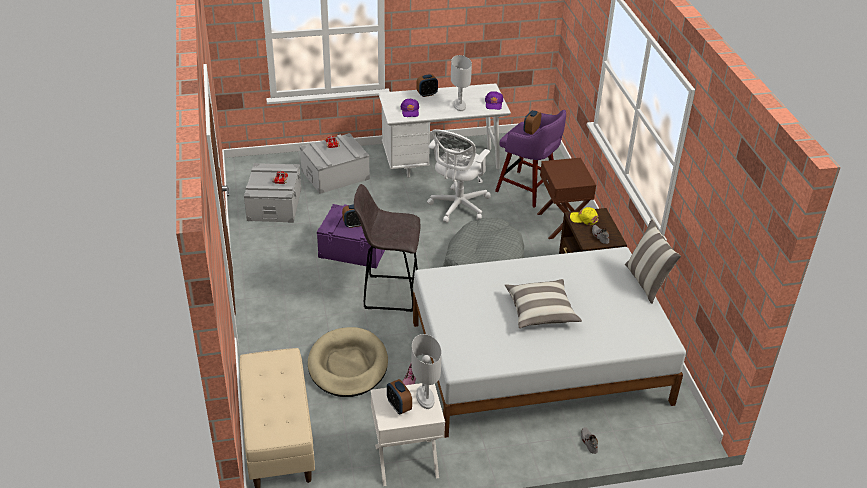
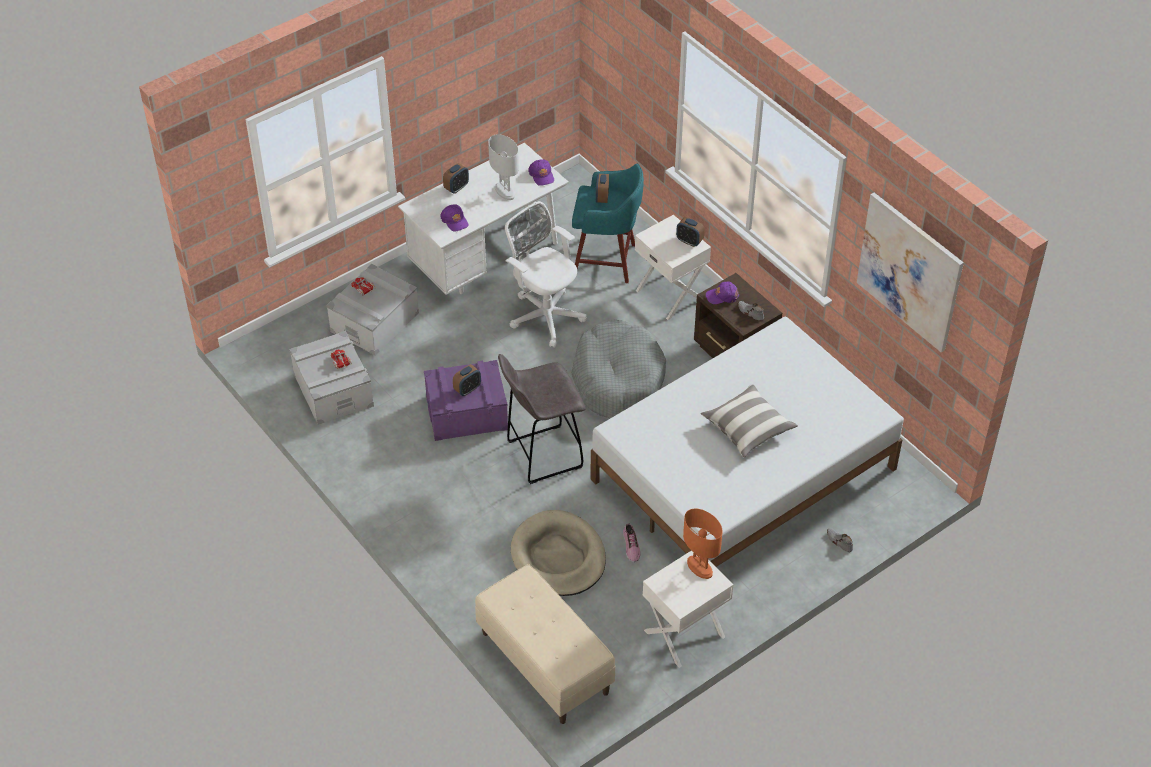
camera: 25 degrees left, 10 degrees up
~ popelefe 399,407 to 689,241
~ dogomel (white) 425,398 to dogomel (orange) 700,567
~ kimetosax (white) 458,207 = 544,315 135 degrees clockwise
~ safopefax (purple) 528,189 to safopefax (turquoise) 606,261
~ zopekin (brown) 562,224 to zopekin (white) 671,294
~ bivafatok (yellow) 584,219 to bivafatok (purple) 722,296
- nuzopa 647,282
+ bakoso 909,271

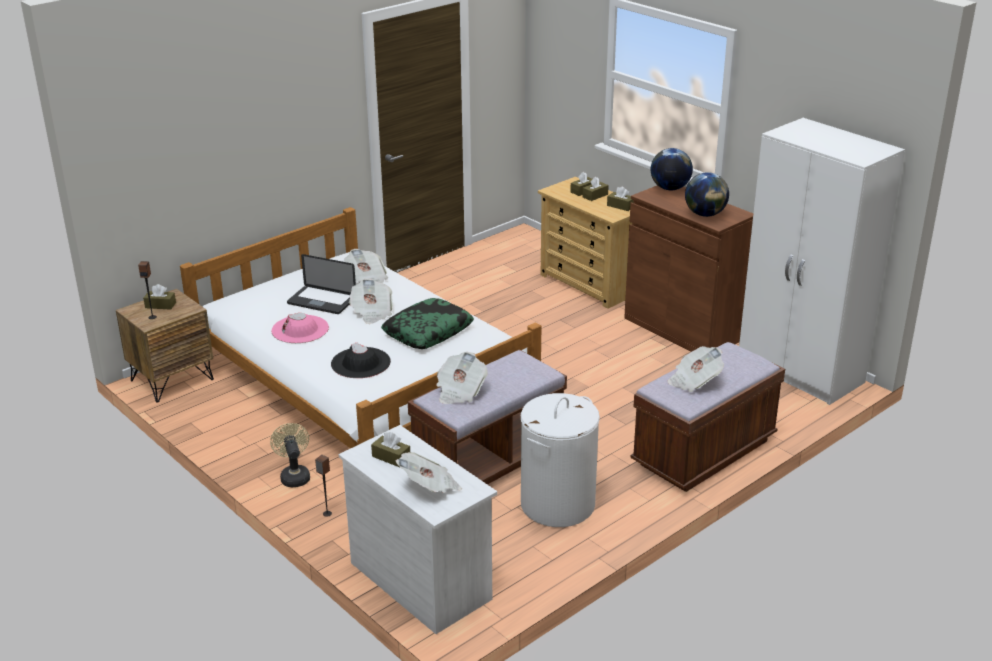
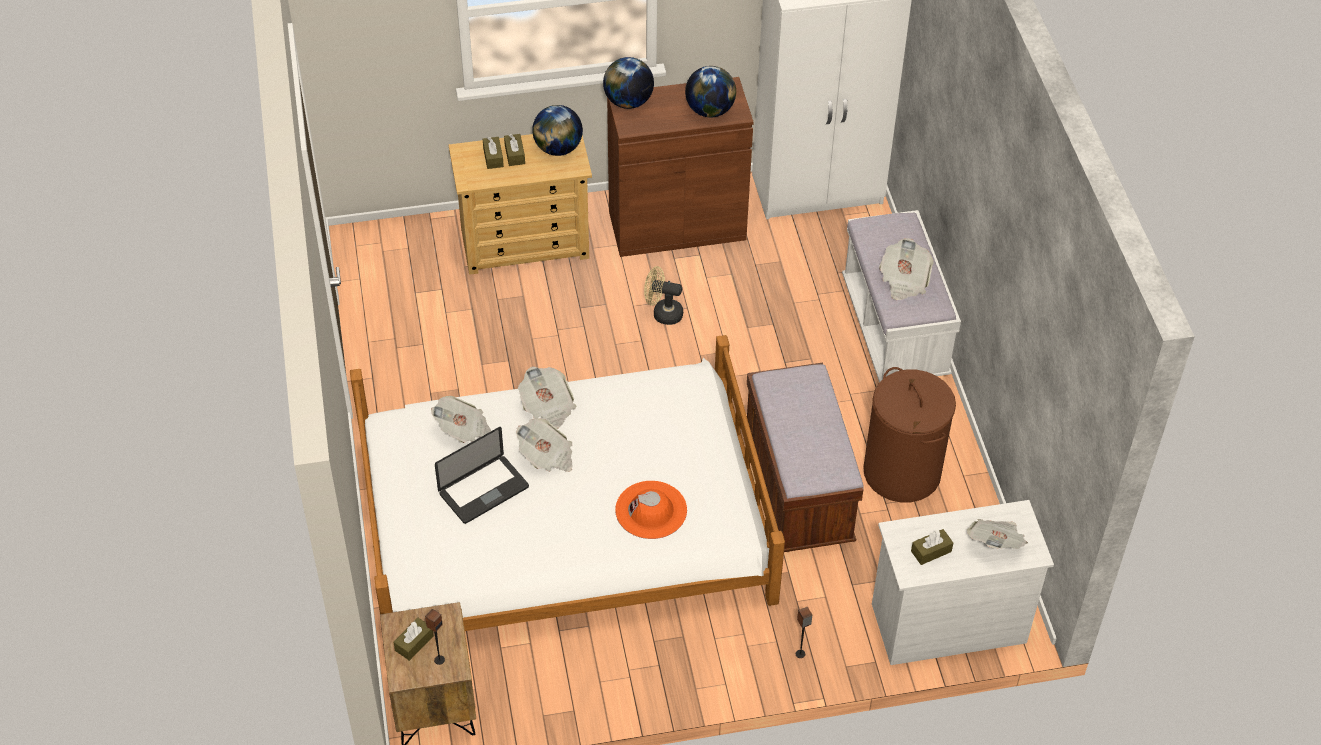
camera: 60 degrees left, 20 degrees up
~ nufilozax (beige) 294,476 to 662,313
- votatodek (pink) 300,329
~ votatodek (black) 360,363 to votatodek (orange) 651,510
- nuzopa 428,331
~ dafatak 459,391 to 547,407
~ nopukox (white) 558,505 to nopukox (brown) 902,472
~ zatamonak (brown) 620,206 to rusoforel 558,148
~ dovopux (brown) 704,452 to dovopux (white) 894,329

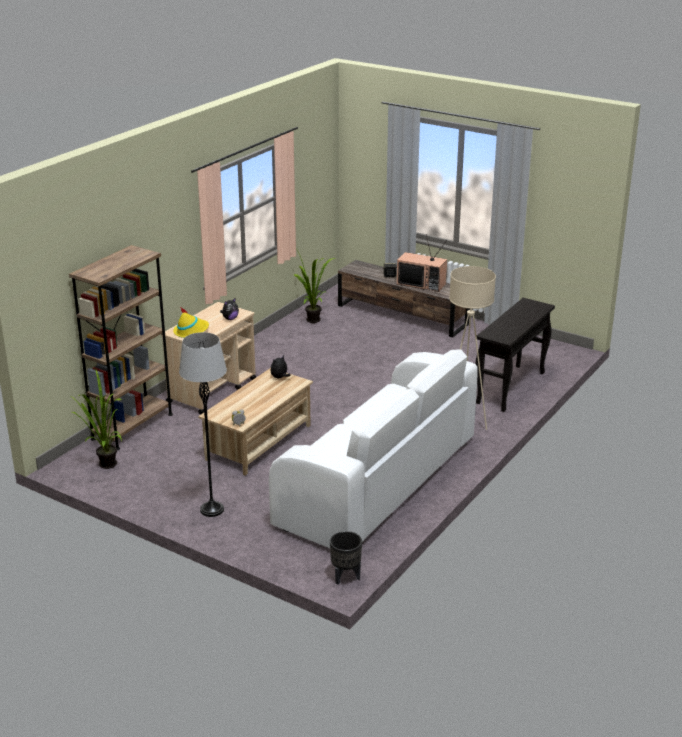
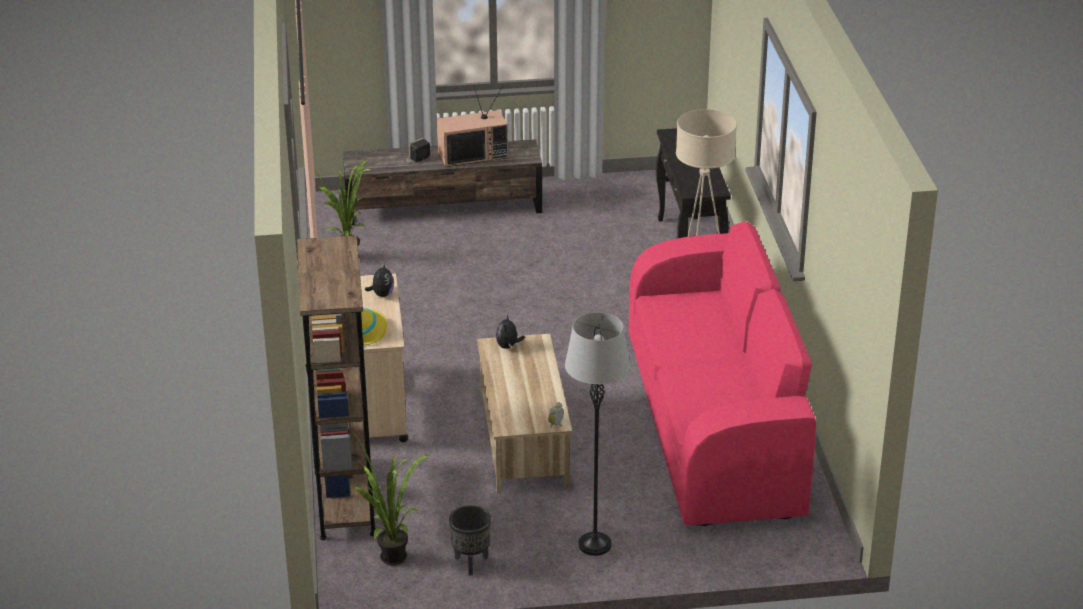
camera: 40 degrees left, 5 degrees up
~ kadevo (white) 378,482 to kadevo (pink) 714,423
~ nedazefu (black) 346,577 to 471,563

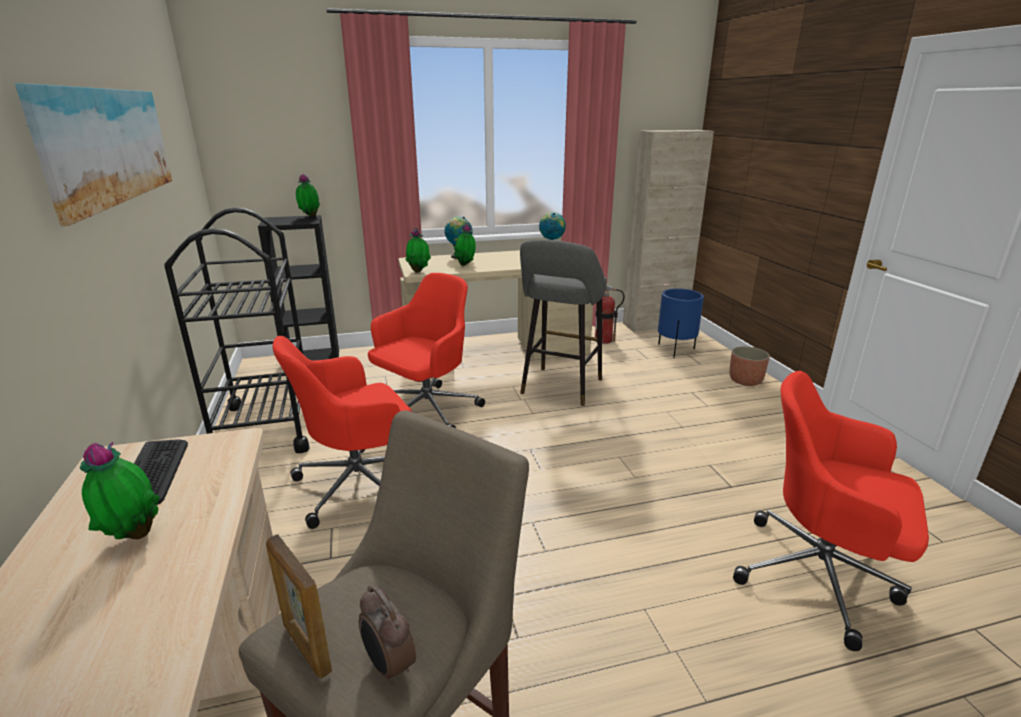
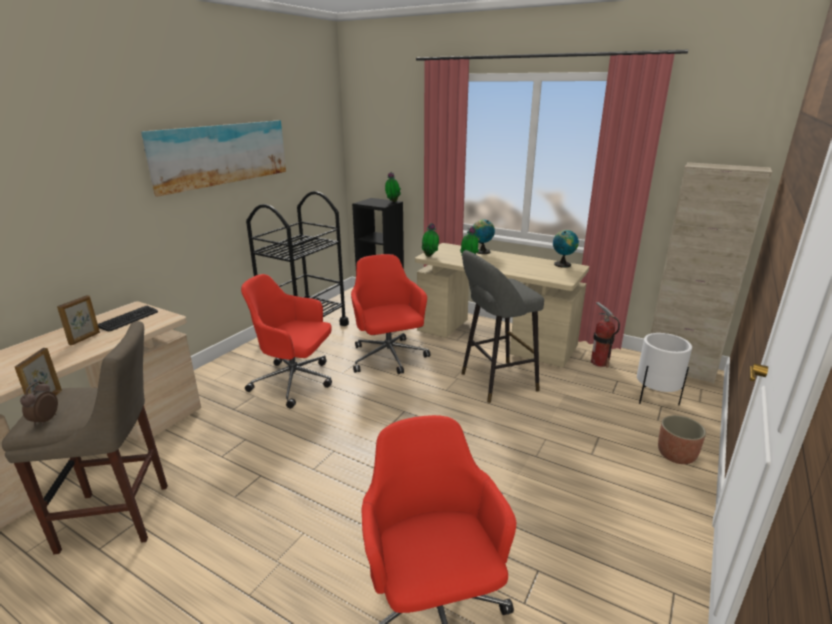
camera: 45 degrees right, 0 degrees up
~ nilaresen 133,536 to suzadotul 85,338
~ kimetosax (red) 426,411 = 388,358 105 degrees counterclockwise
~ nedazefu (blue) 675,350 to nedazefu (white) 655,398

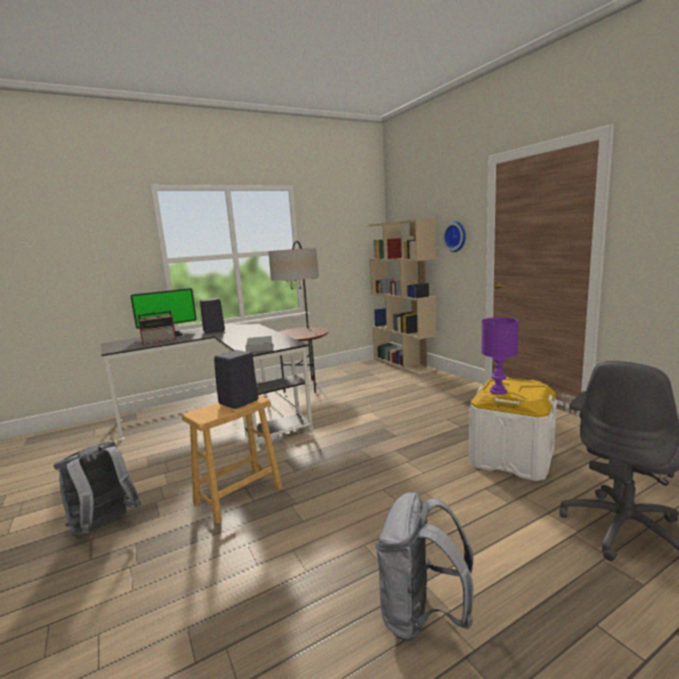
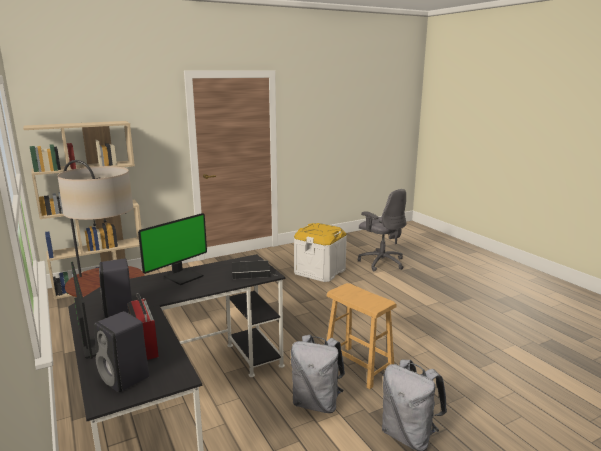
camera: 90 degrees left, 5 degrees up
~ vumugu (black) 238,402 to 126,378
~ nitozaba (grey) 422,616 to 316,403
- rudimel 456,236
- dogomel (purple) 498,392
+ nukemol 183,276

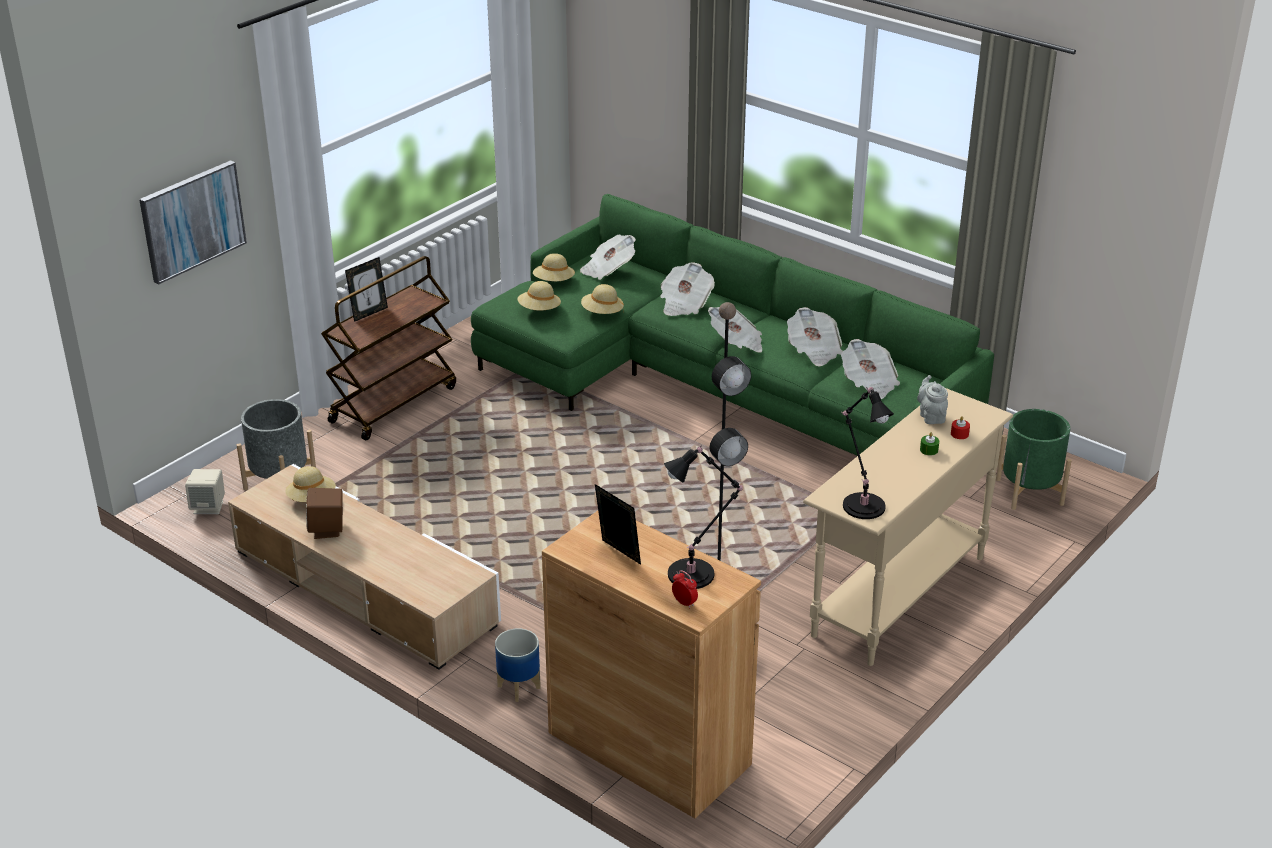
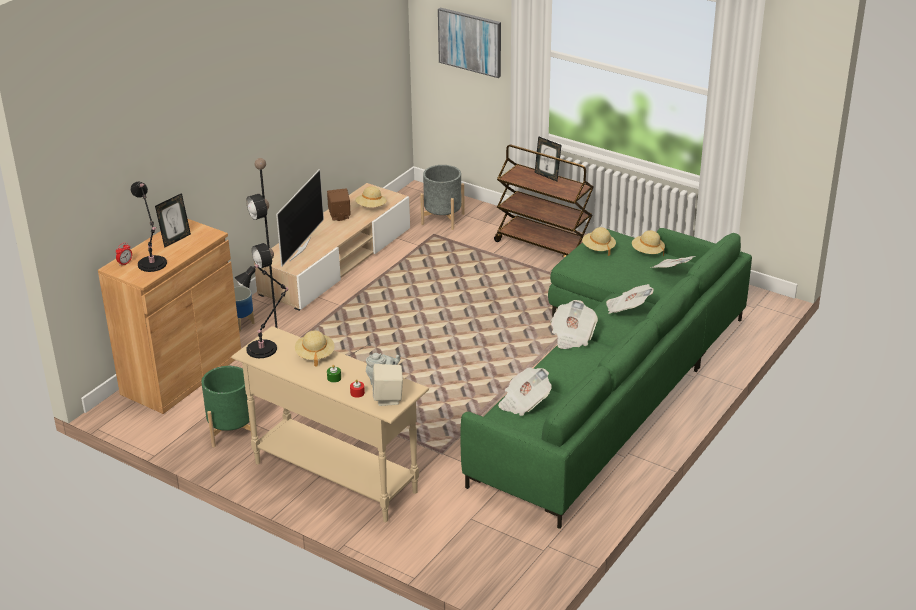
camera: 85 degrees right, 0 degrees up
~ vumugu (beige) 209,507 to 388,398
~ votatodek (beige) 602,313 to 315,355
- dafatak 814,351
~ nedazefu (green) 1029,492 to 231,431
+ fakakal 299,249

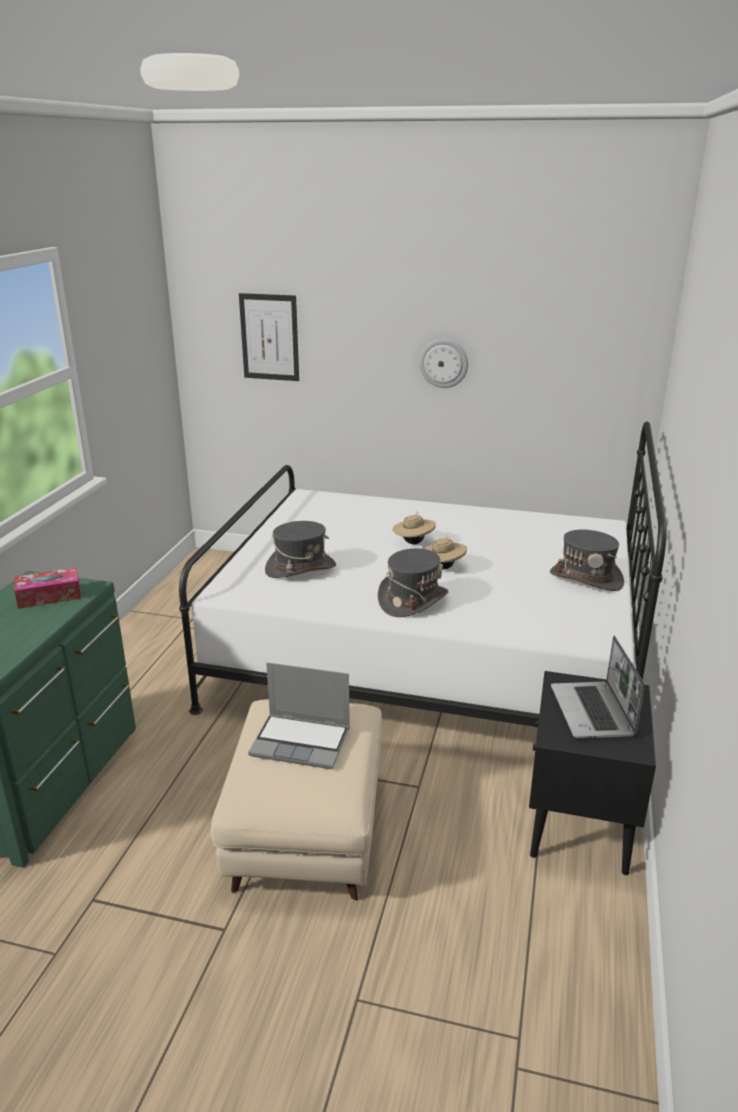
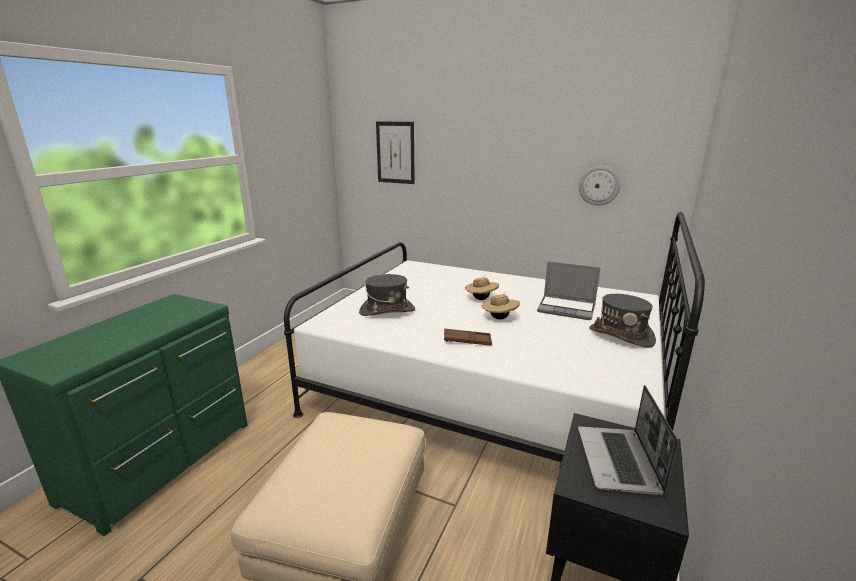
camera: 10 degrees right, 5 degrees down
- zatamonak 49,596
~ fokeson 302,742 to 567,309
~ votatodek (grey) 412,600 to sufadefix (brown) 467,340
~ rudimel 444,363 to 599,185

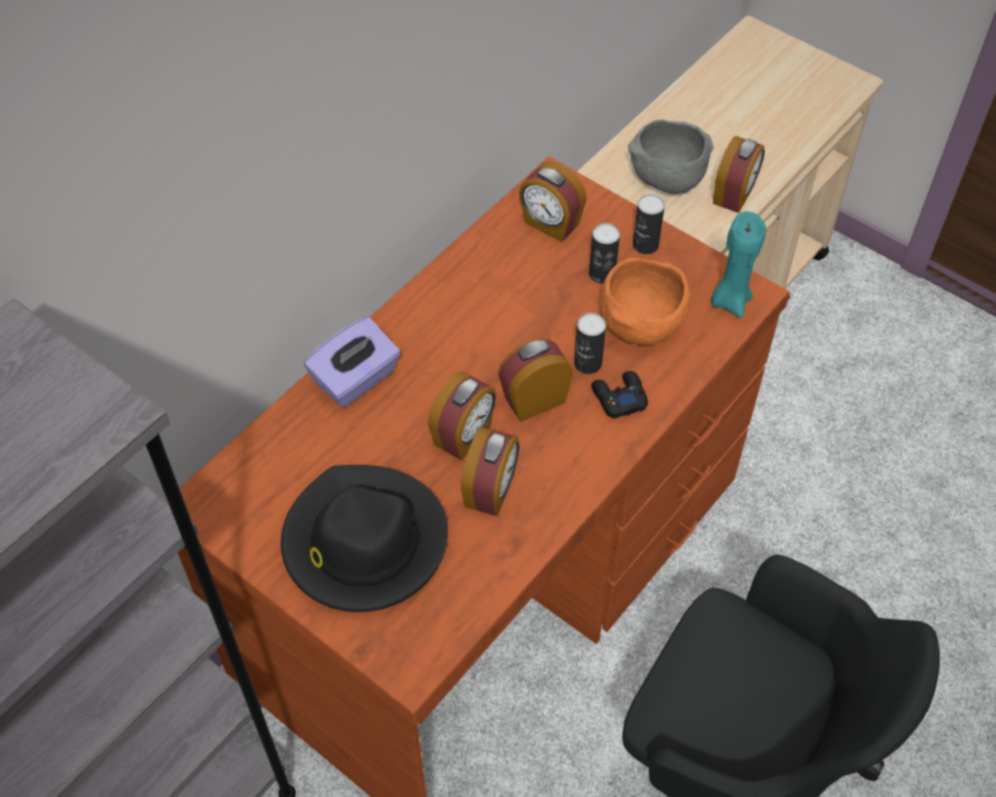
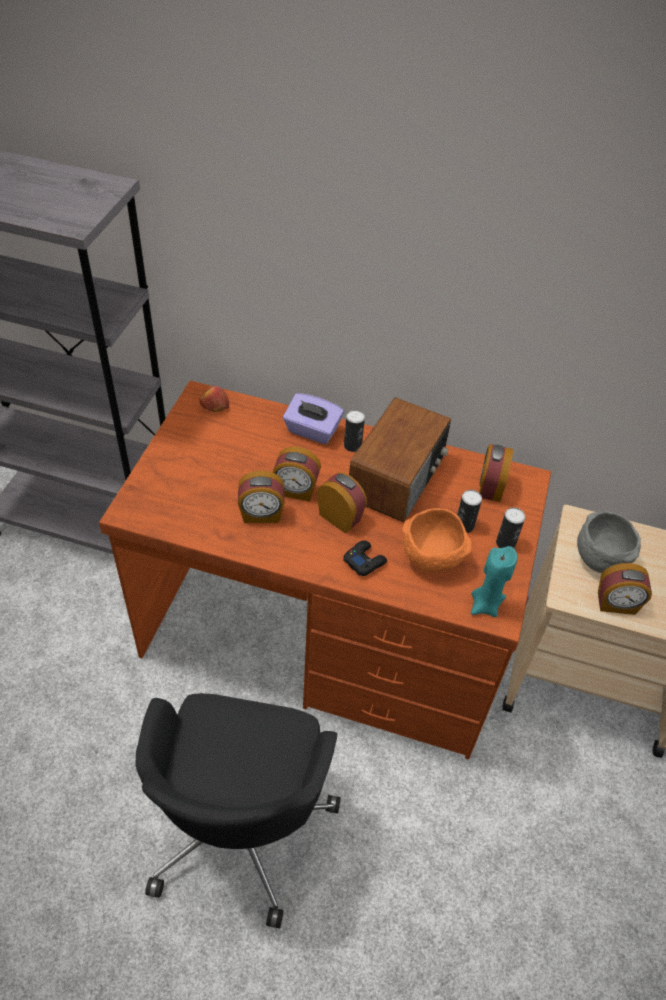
camera: 65 degrees right, 5 degrees down
- votatodek (black) 363,542
~ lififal 588,363 to 352,445
+ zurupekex 214,405
+ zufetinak 398,478

